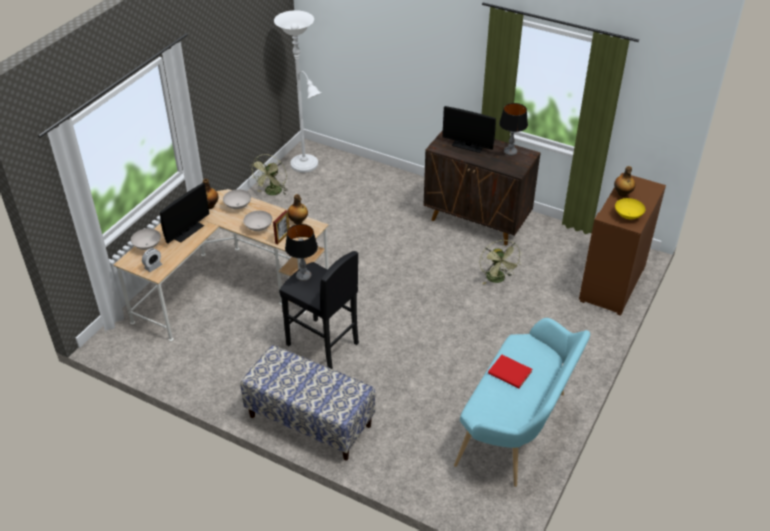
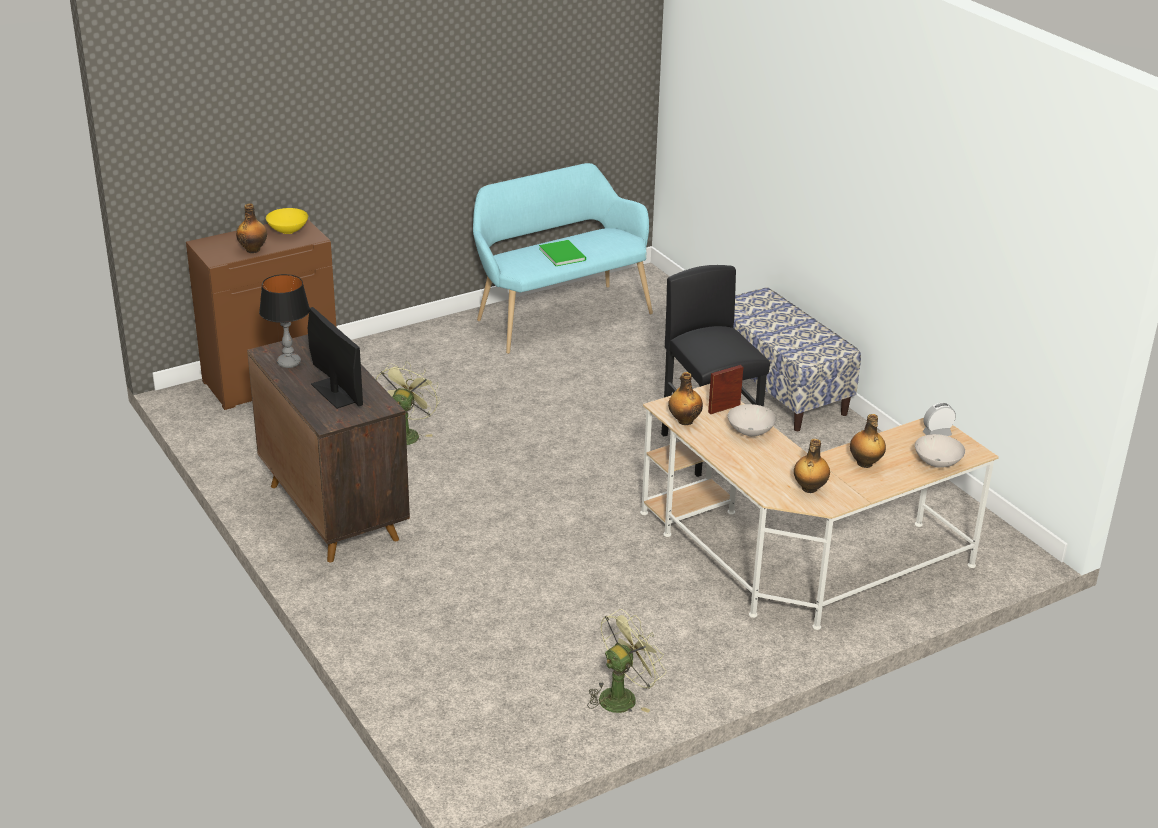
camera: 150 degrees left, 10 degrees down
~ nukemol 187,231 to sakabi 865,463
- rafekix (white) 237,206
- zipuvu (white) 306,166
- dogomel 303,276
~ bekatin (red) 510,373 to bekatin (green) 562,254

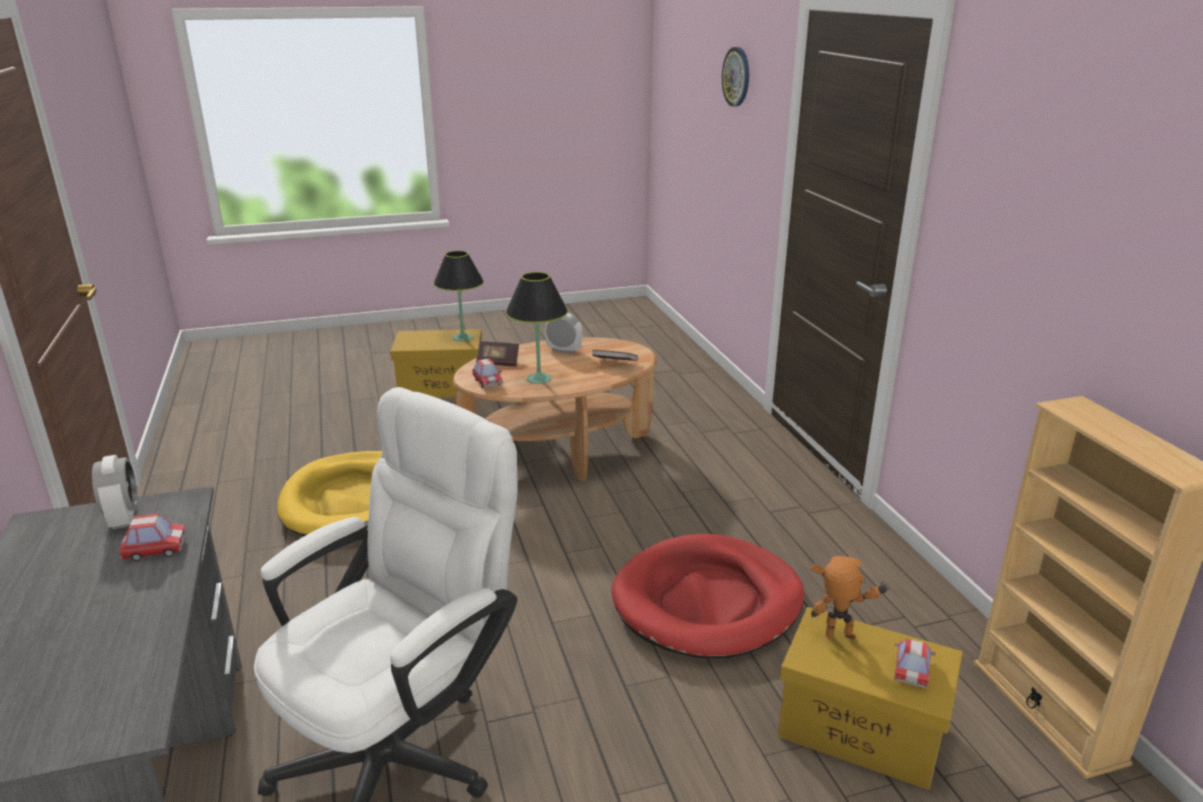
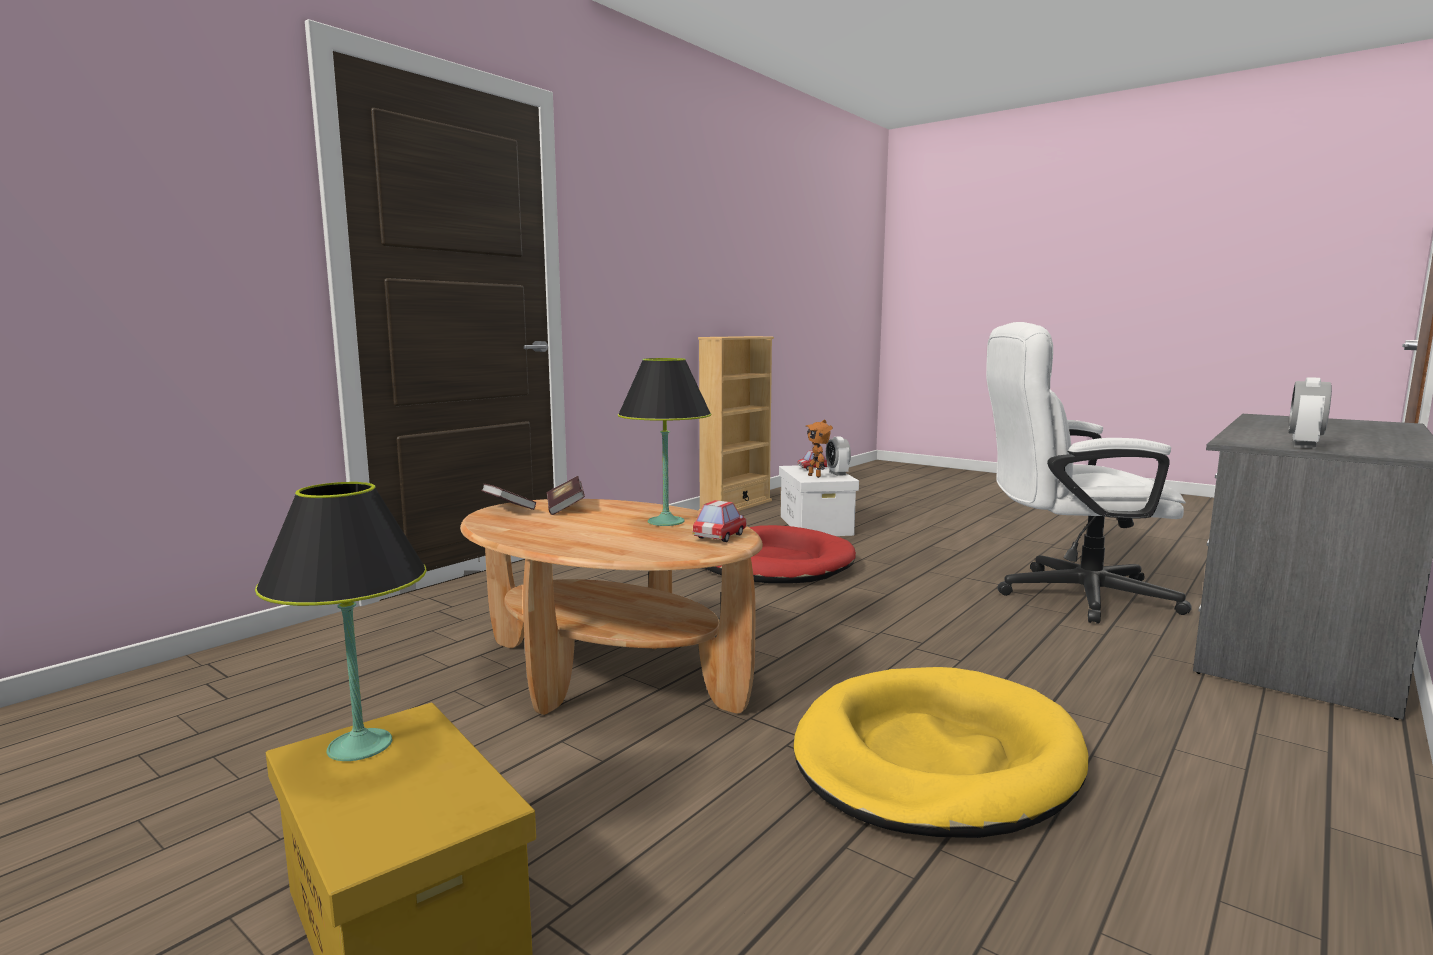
camera: 125 degrees left, 15 degrees down
- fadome 155,550
~ bekatin 498,362 to 509,510
~ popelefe 564,350 to 837,473
- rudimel 737,77
~ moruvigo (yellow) 858,730 to moruvigo (white) 816,525

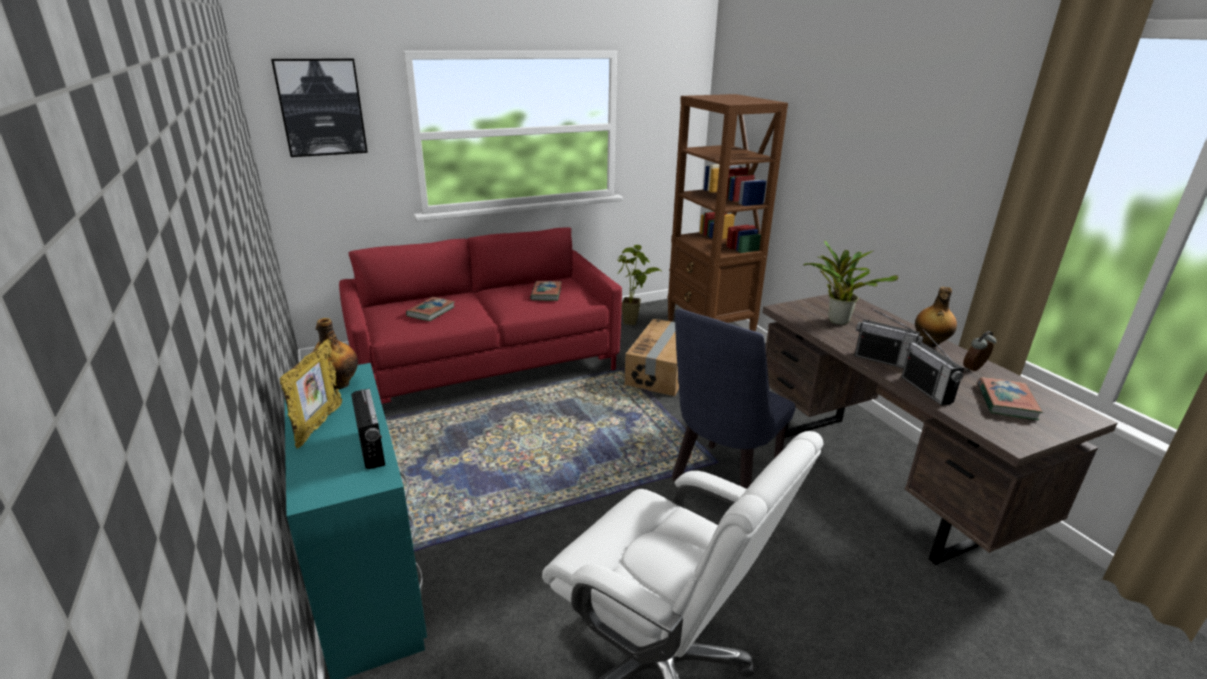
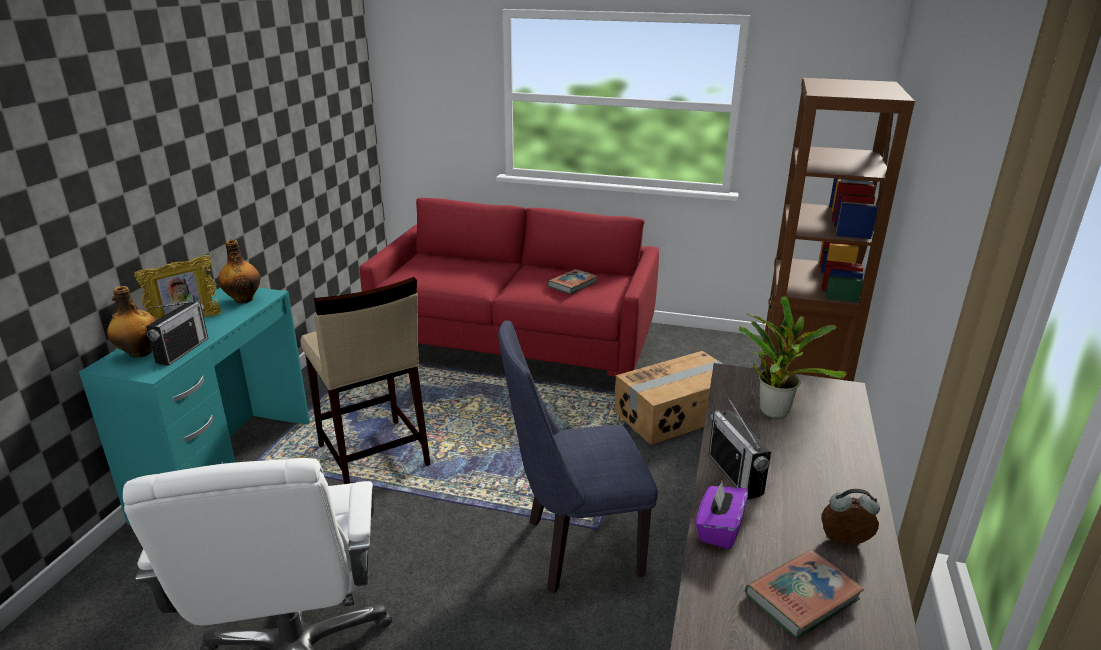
camera: 40 degrees right, 0 degrees up
- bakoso 321,107
- bekatin 431,312
- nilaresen 636,324
~ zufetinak 926,390 to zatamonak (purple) 719,529
~ sakabi 929,343 to 139,353
+ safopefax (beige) 373,456

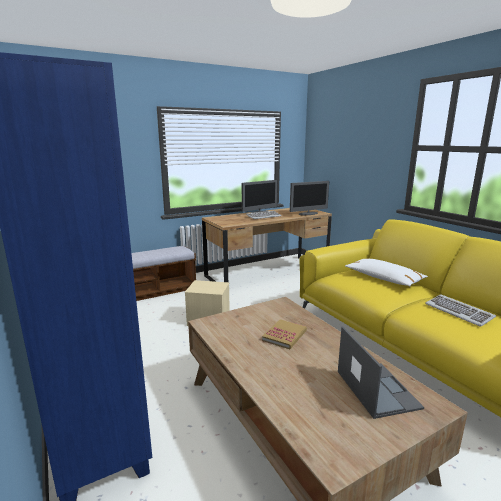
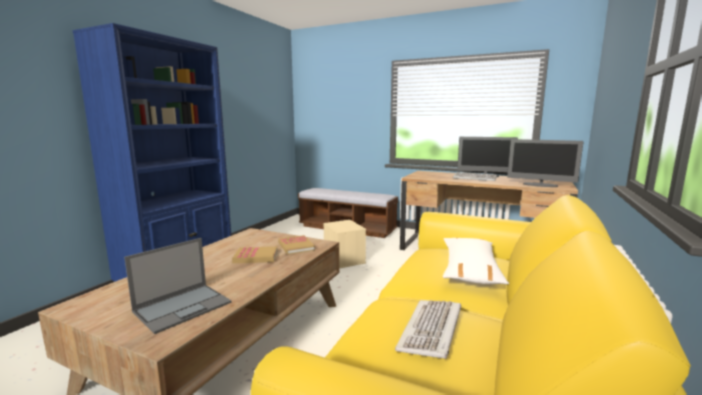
camera: 55 degrees right, 5 degrees down
+ bekatin 296,246

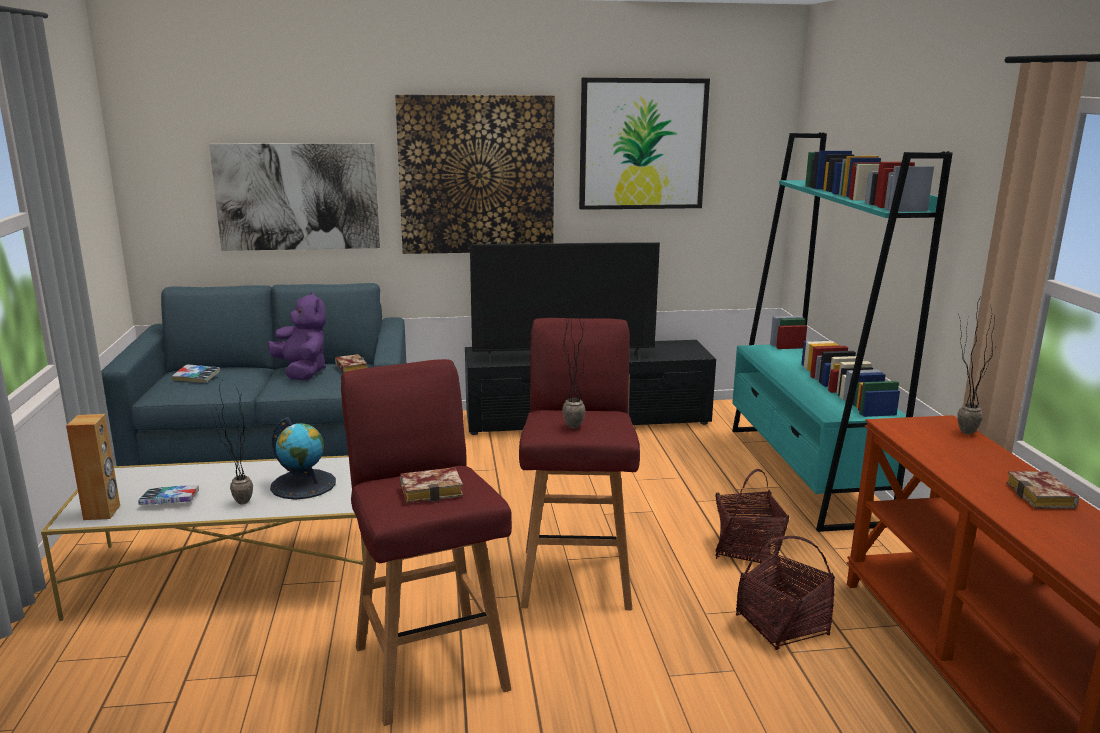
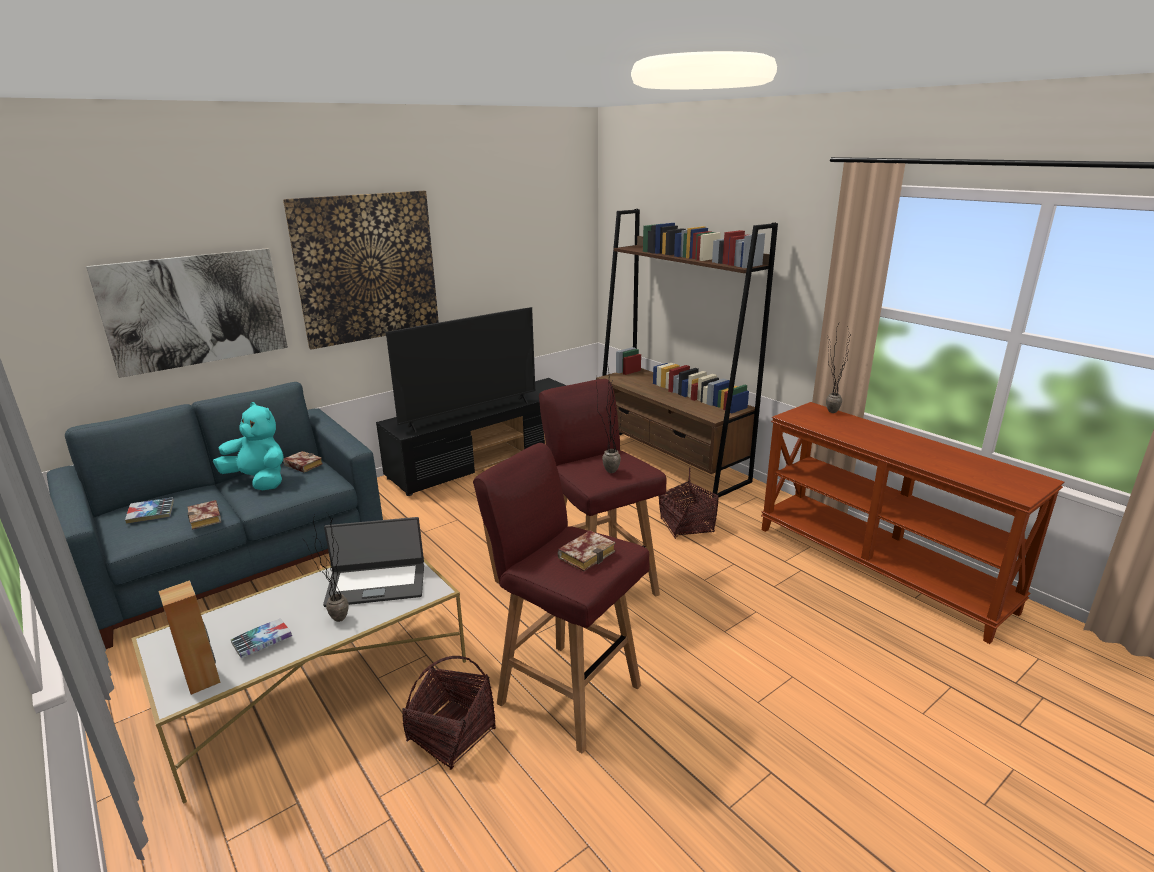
camera: 30 degrees left, 5 degrees up
~ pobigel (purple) 302,372 to pobigel (turquoise) 259,481
~ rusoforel 303,484 to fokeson 376,584
- bakoso 642,144
~ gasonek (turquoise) 804,473 to gasonek (brown) 669,461
~ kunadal 782,625 to 452,735
~ bekatin 1043,497 to 207,519

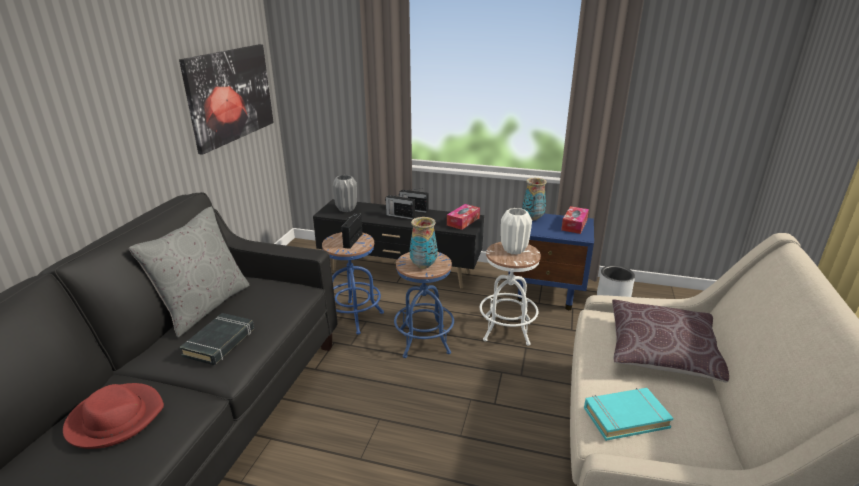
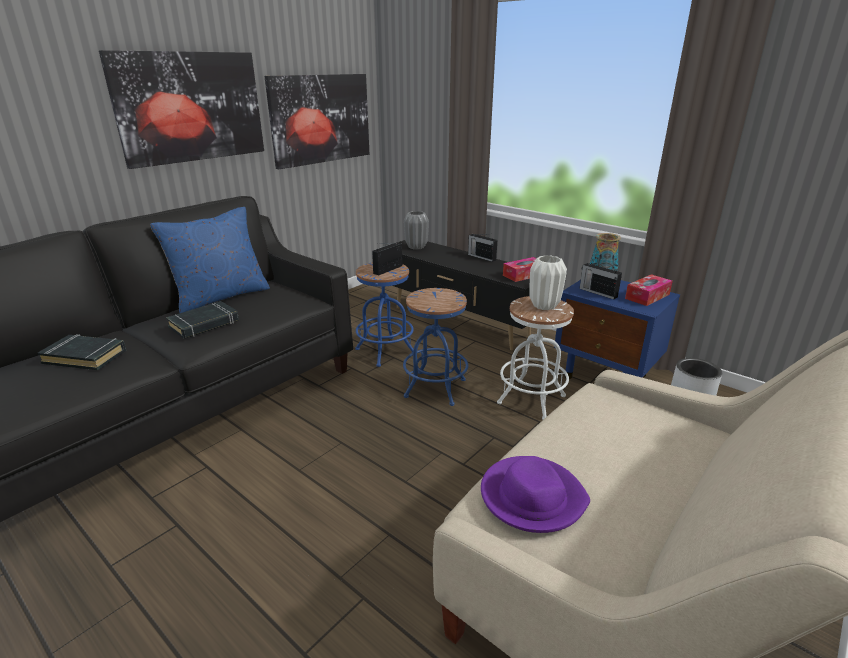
camera: 25 degrees right, 0 degrees up
~ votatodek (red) 115,418 to bekatin (black) 85,356
~ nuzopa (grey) 204,306 to nuzopa (blue) 221,296
~ zufetinak 400,216 to 597,292
- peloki 423,265
~ bekatin (turquoise) 625,417 to votatodek (purple) 531,497
- nuzopa (brown) 662,352
+ bakoso 191,107

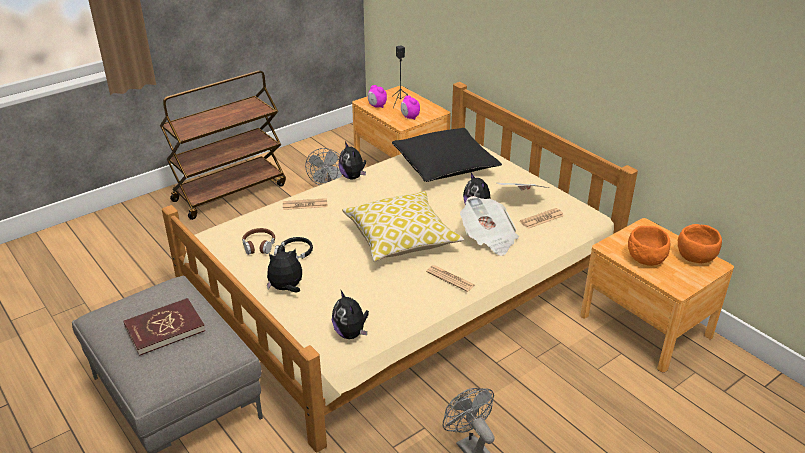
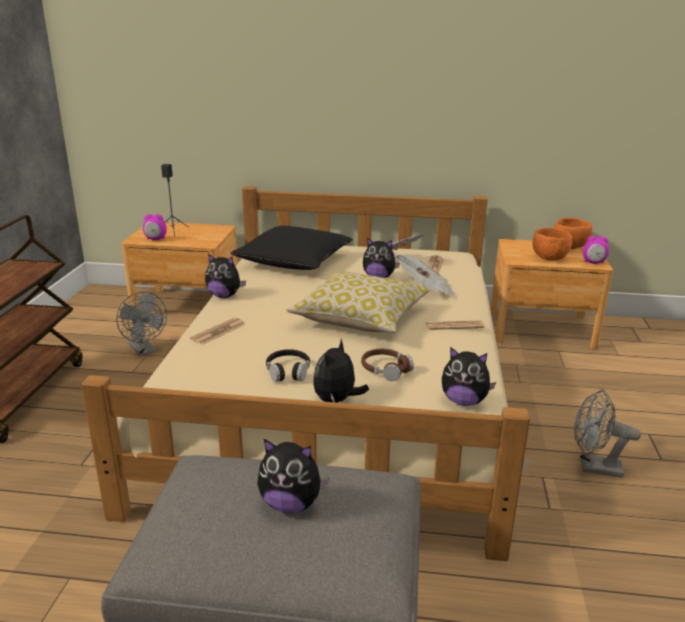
camera: 45 degrees left, 10 degrees down
~ bekatin (red) 165,328 to pobigel 291,504
~ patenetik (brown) 259,245 to 385,370
~ popelefe 409,117 to 593,263

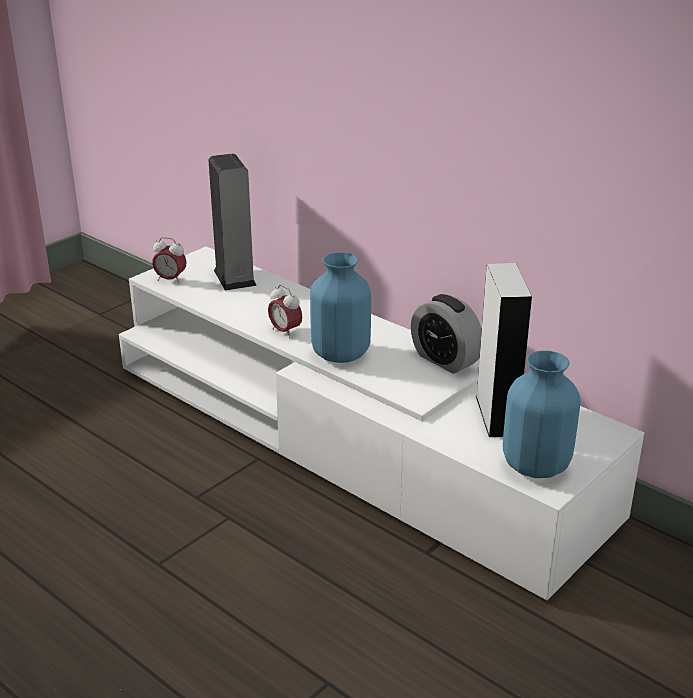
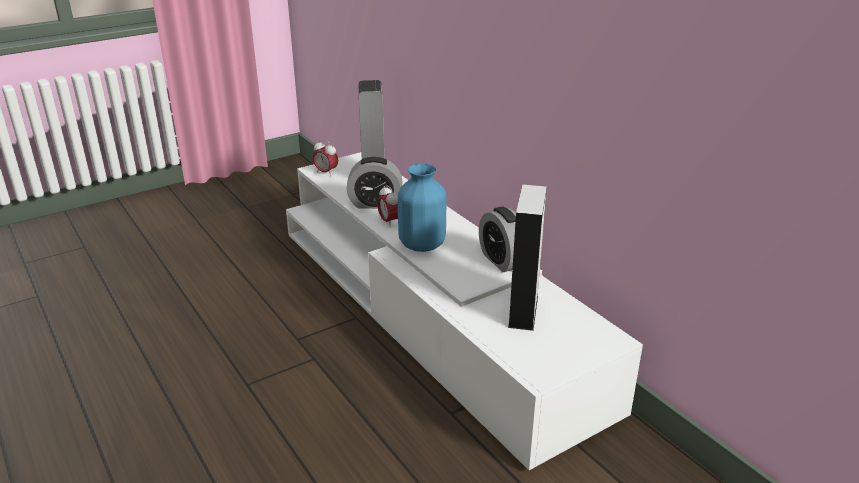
camera: 15 degrees right, 0 degrees up
- peloki (blue) 535,465
+ popelefe 375,204

